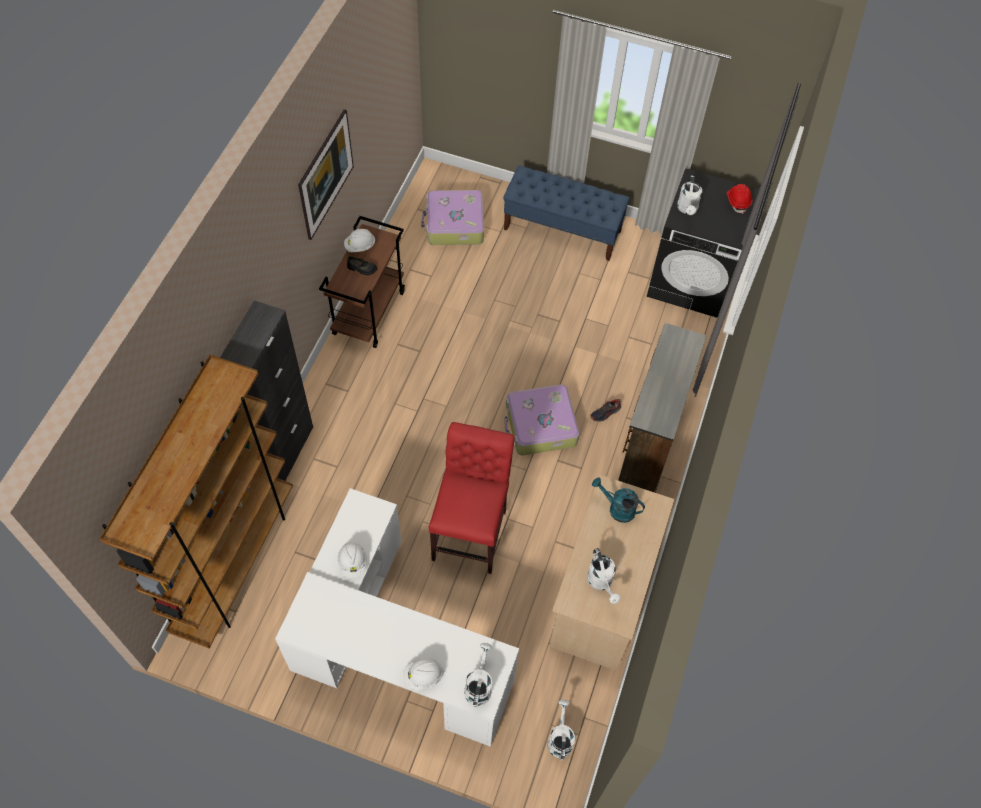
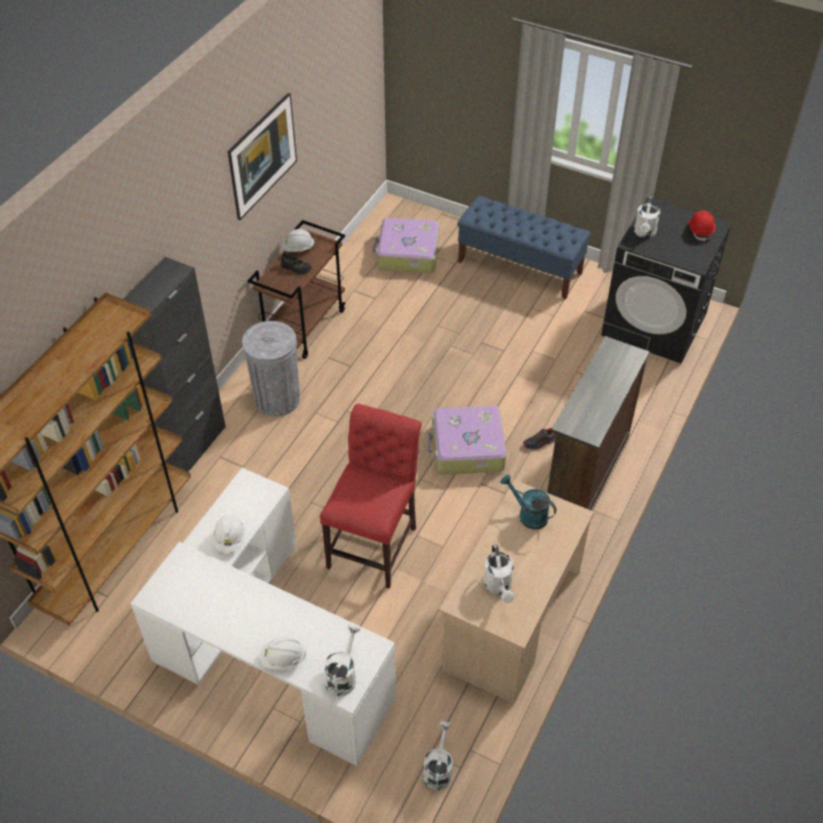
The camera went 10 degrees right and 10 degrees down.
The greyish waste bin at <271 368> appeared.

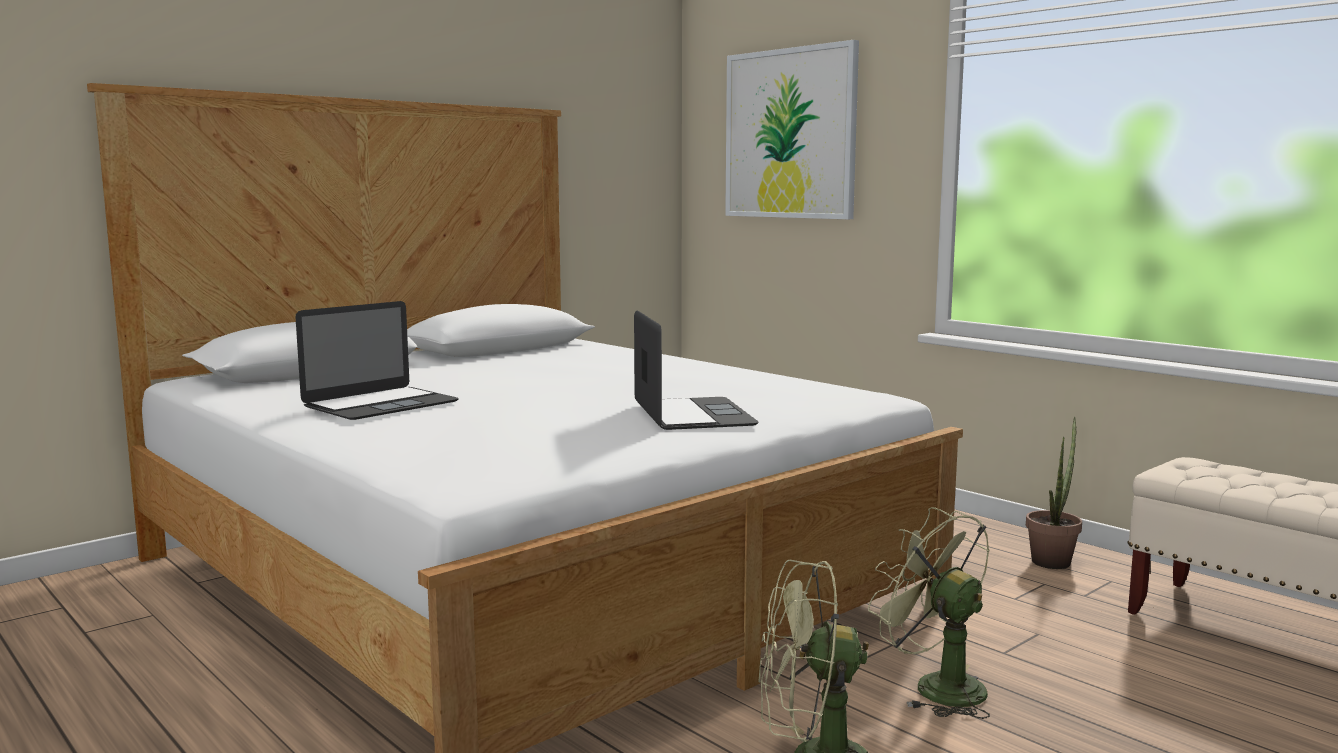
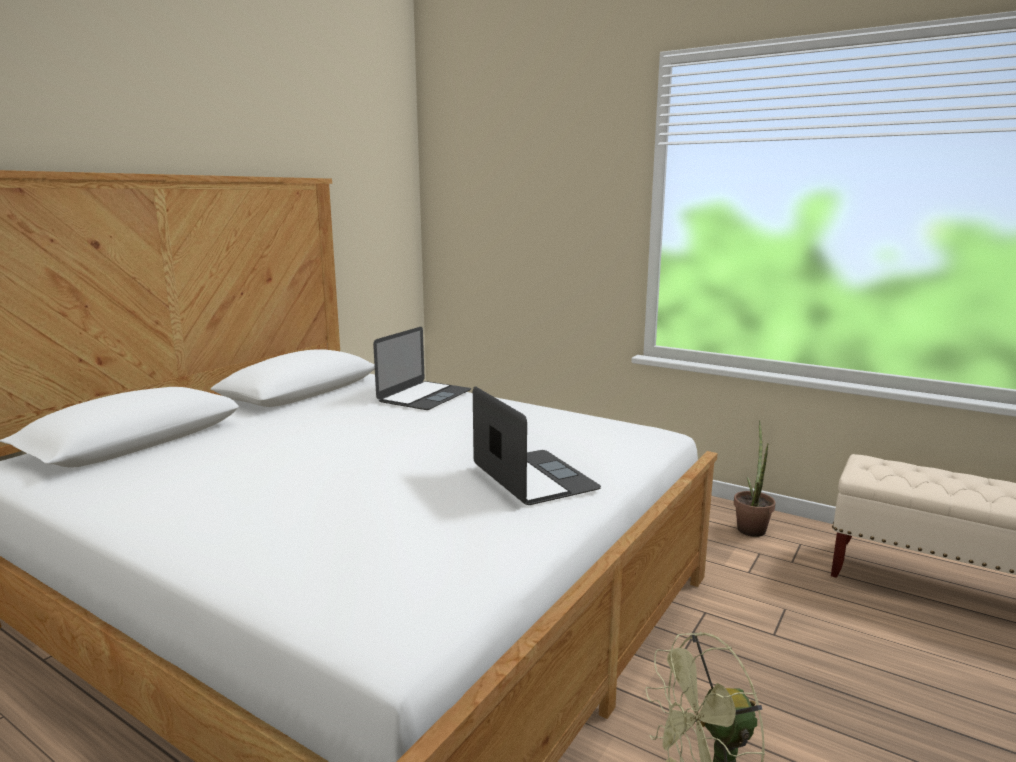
The camera went 15 degrees left and 5 degrees up.
The wall picture at <792 129> disappeared.
The portable computer moved from <377 360> to <422 368>.
The greenish electric fan at <929 613> disappeared.

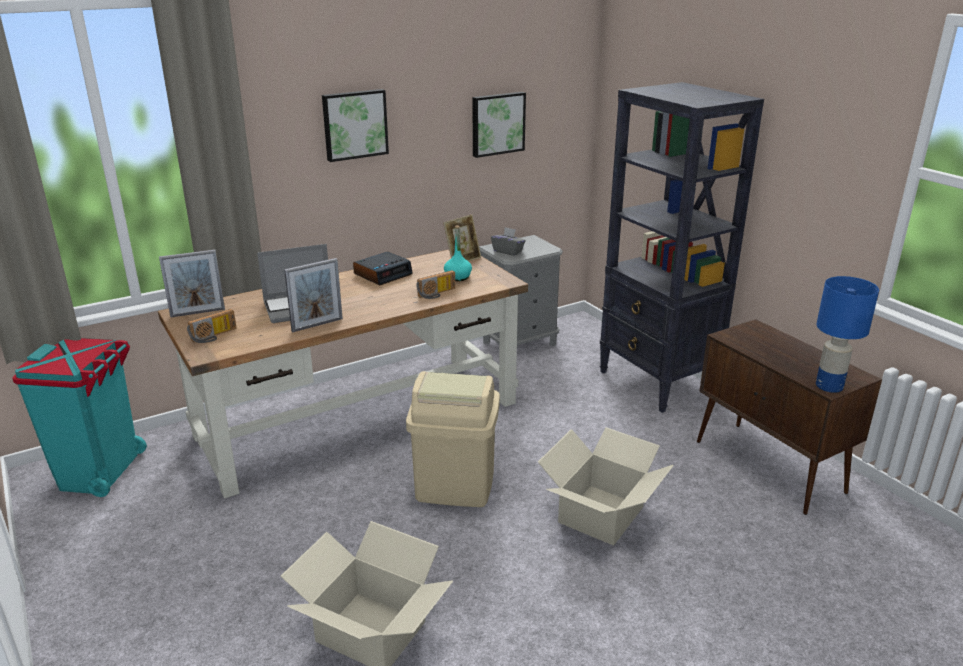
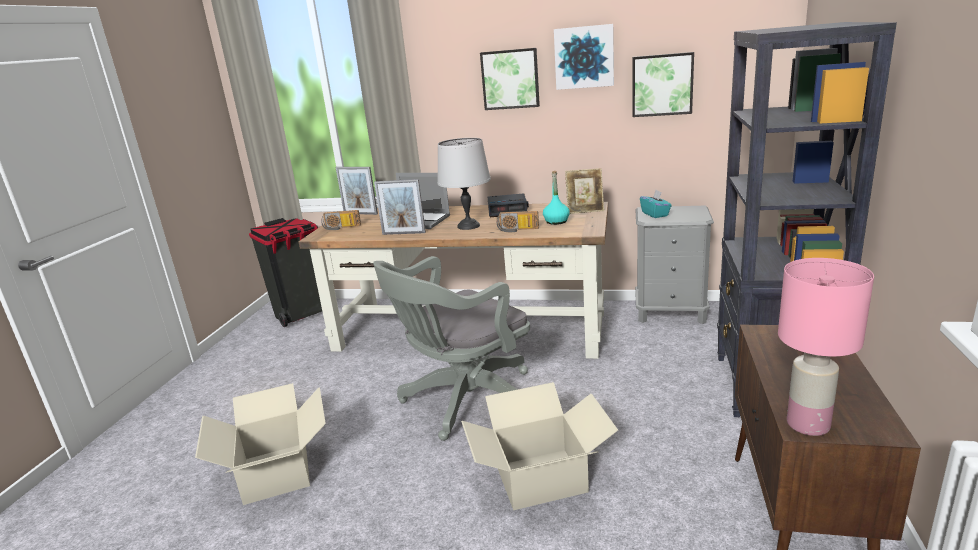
The camera went 45 degrees right and 5 degrees down.
The greyish tissue box at <508 241> became the turquoise tissue box at <656 204>.
The blue-coloured table lamp at <847 334> became the pinkish table lamp at <826 347>.
The turquoise waste bin at <79 417> became the black-coloured waste bin at <285 272>.
The beige-coloured waste bin at <453 439> was replaced by the greyish desk chair at <451 348>.
The wall picture at <584 57> appeared.
The greyish table lamp at <464 184> appeared.

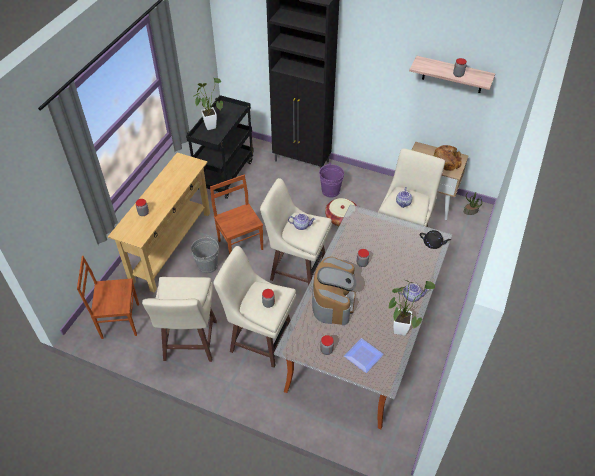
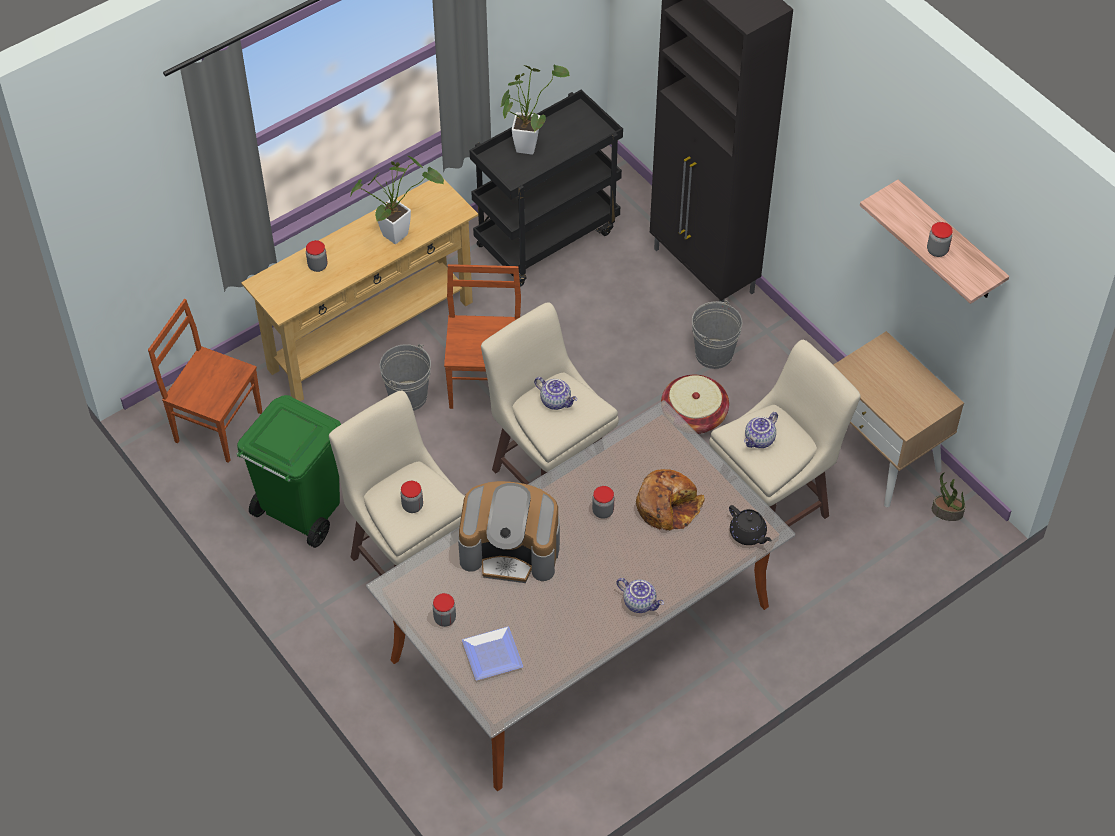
The camera went 30 degrees right and 5 degrees up.
The baked bread moved from <448 158> to <670 500>.
The purple-coloured bucket at <331 180> became the greyish bucket at <717 334>.
The coffee brewer at <334 291> turned 60 degrees clockwise.
The beige-coloured stool seat at <179 319> was replaced by the greenish waste bin at <289 471>.
The houseplant moved from <412 308> to <397 200>.

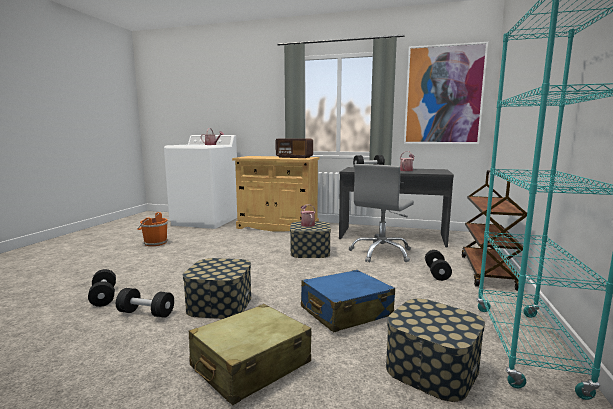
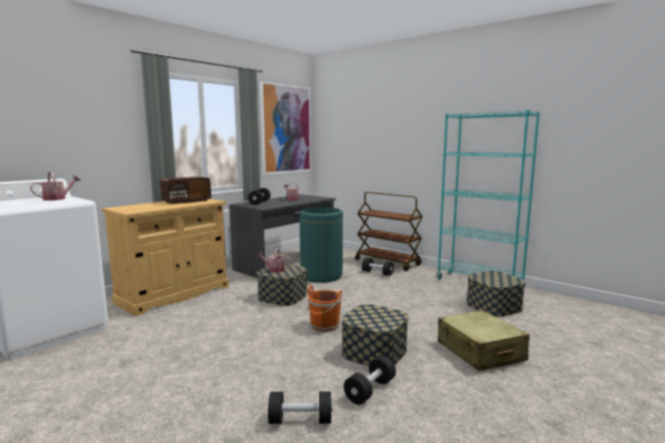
The camera went 65 degrees left and 0 degrees up.
The greyish desk chair at <381 213> was replaced by the greenish waste bin at <321 245>.
The orange-coloured bucket moved from <152 229> to <323 309>.
The blue-coloured travel case at <348 301> disappeared.

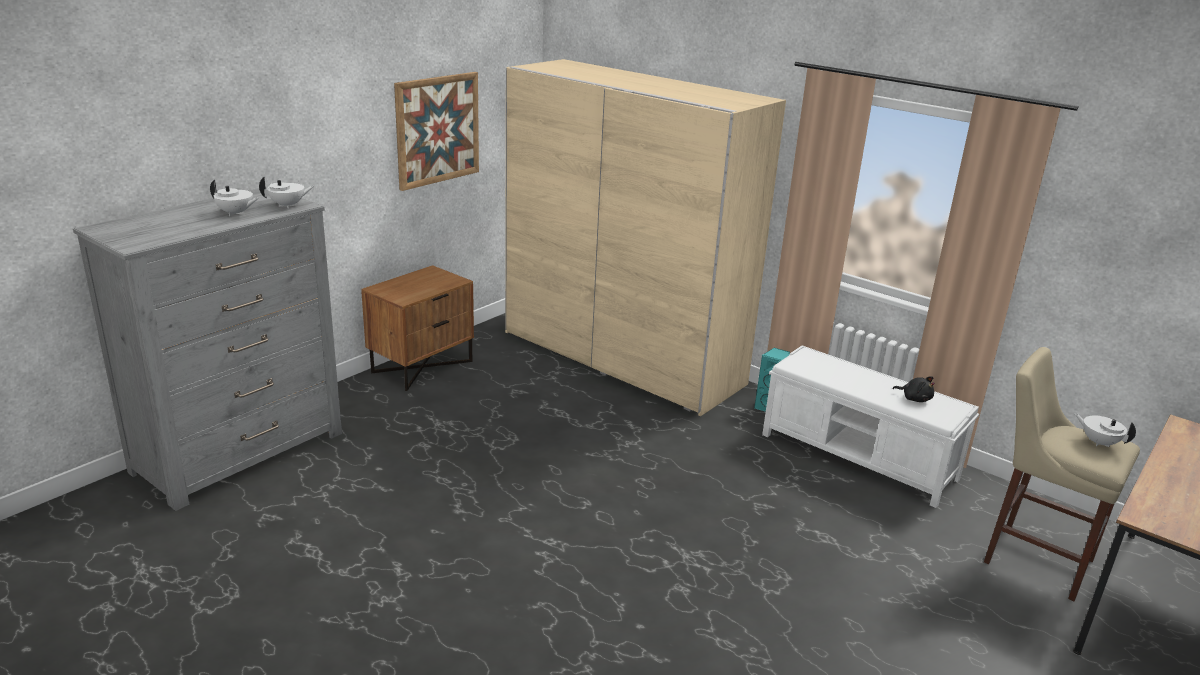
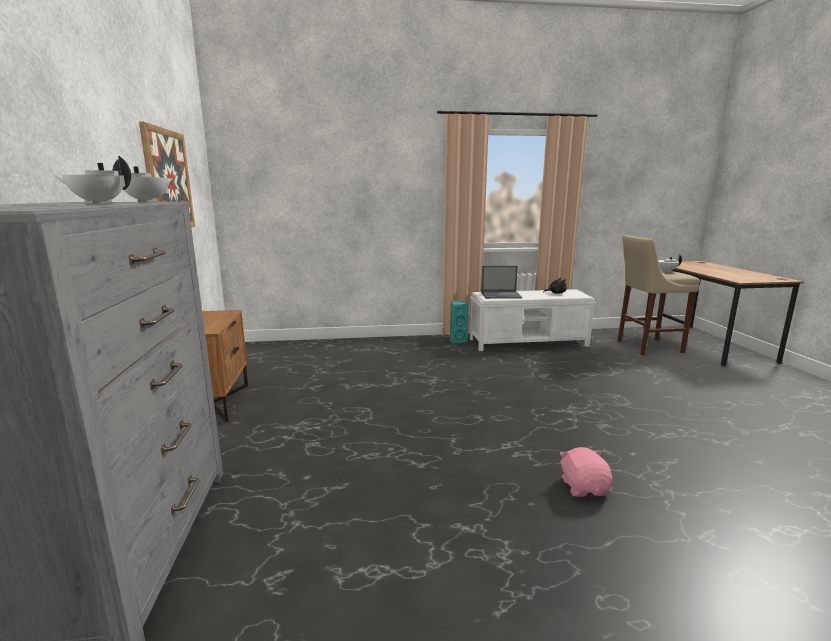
The camera went 45 degrees left and 10 degrees down.
The beige-coloured armoire at <645 237> disappeared.
The whitish pot for tea at <234 198> turned 150 degrees counterclockwise.
The portable computer at <501 282> appeared.
The pinkish cuddly toy at <585 472> appeared.

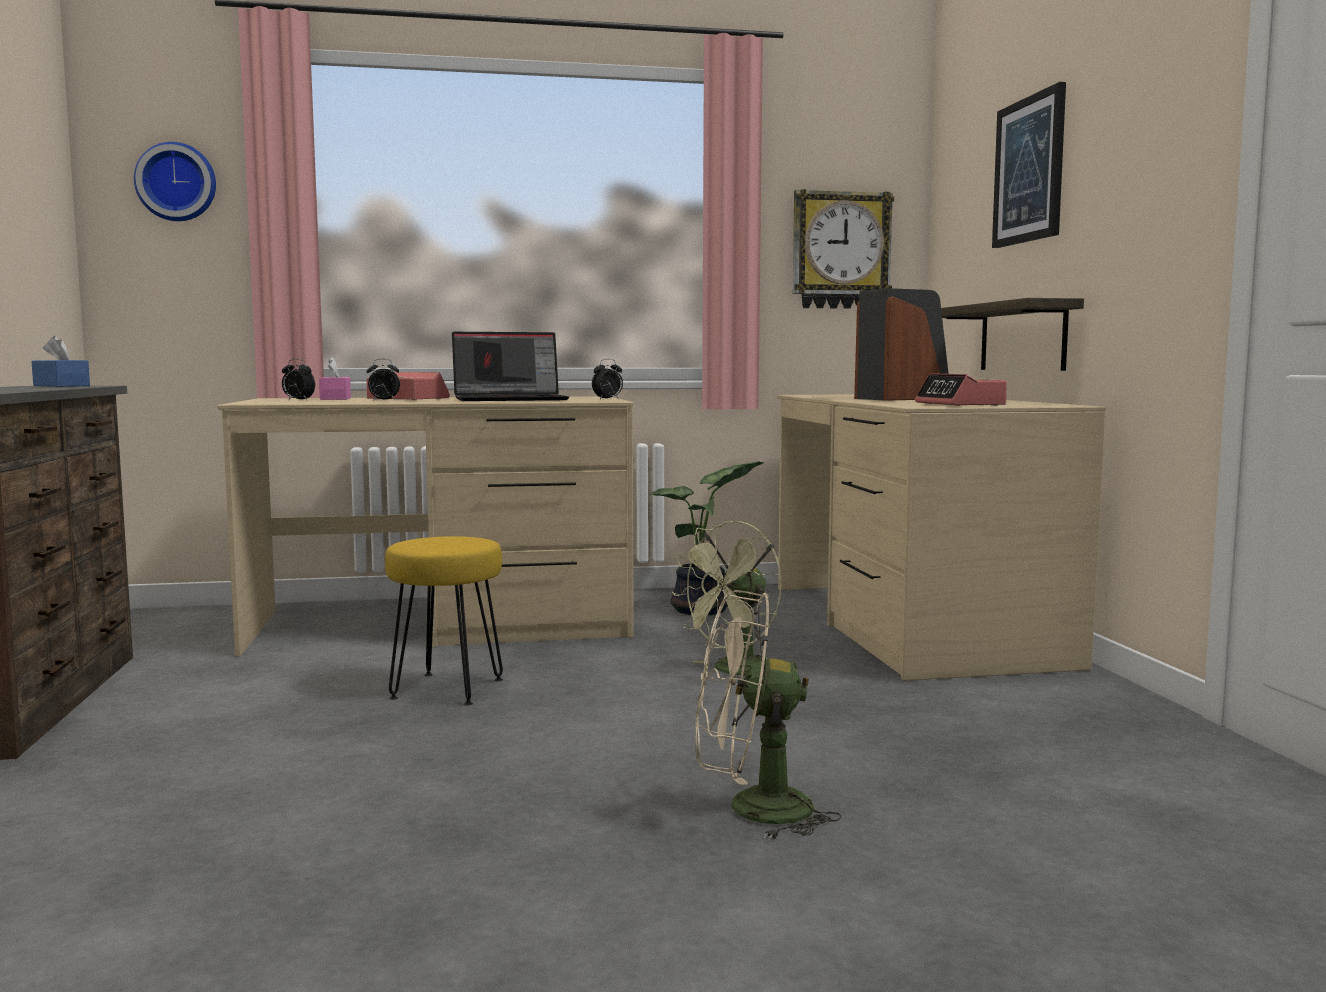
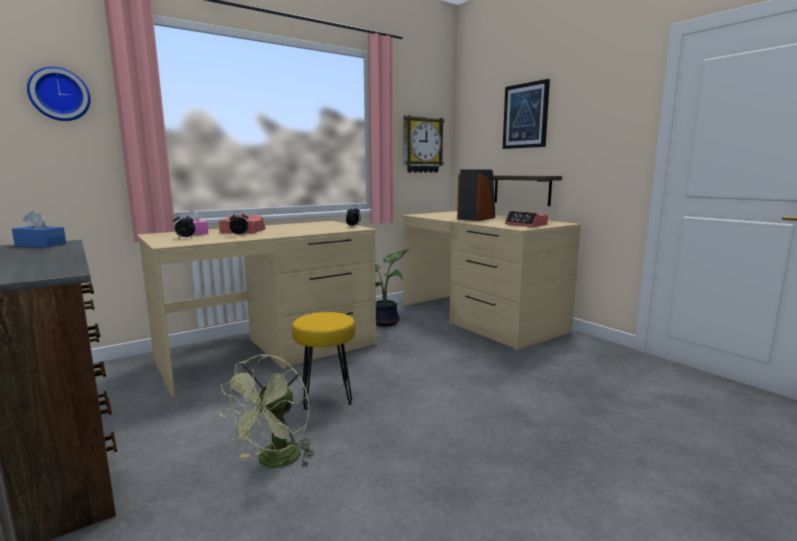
The camera went 25 degrees left and 5 degrees up.
The portable computer at <510 366> disappeared.
The greenish electric fan moved from <726 597> to <267 411>.
The beige-coloured electric fan at <768 715> disappeared.

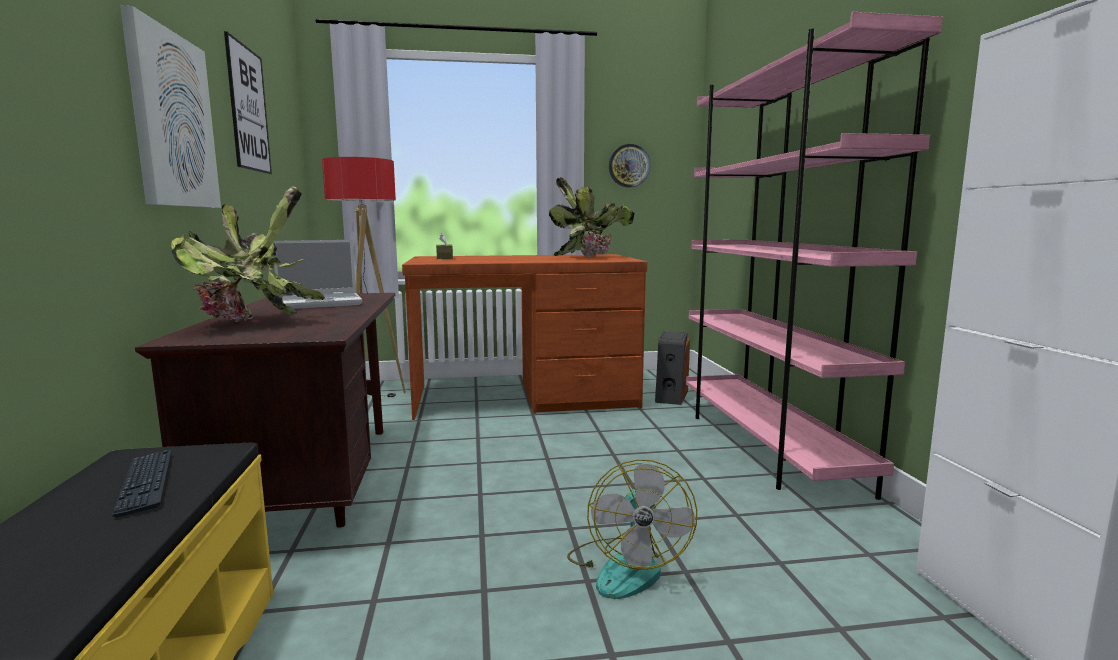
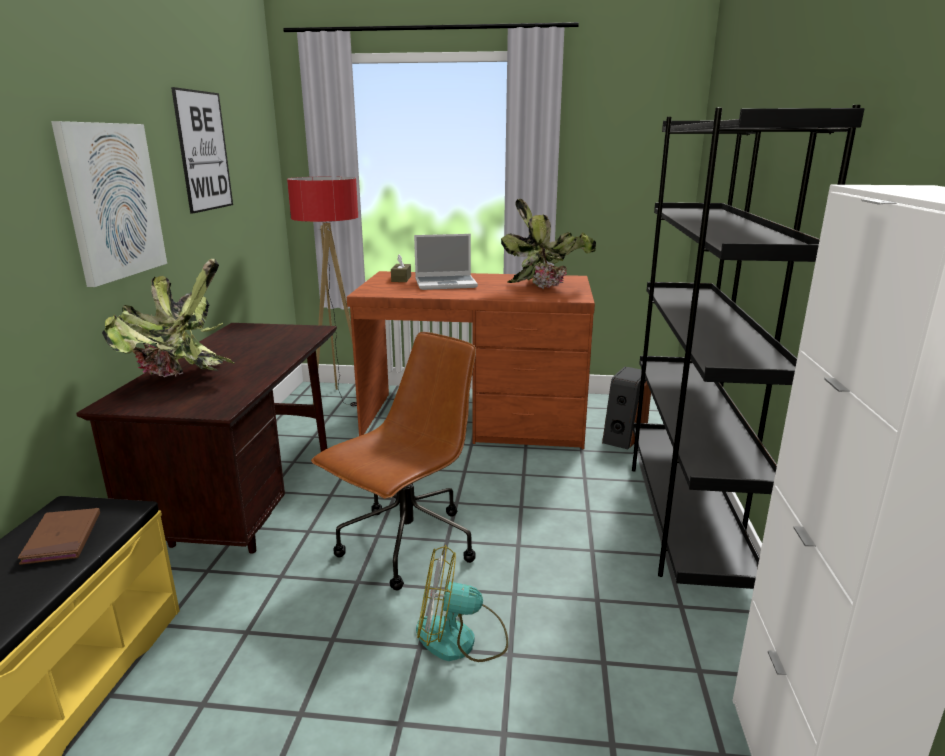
The camera went 15 degrees right and 10 degrees up.
The pinkish shelving unit at <814 256> became the black-coloured shelving unit at <748 347>.
The clock on the wall at <629 166> disappeared.
The portable computer moved from <318 274> to <446 262>.
The computer keyboard at <142 484> was replaced by the brown book at <59 536>.
The electric fan at <632 529> turned 75 degrees clockwise.
The brown desk chair at <393 461> appeared.

